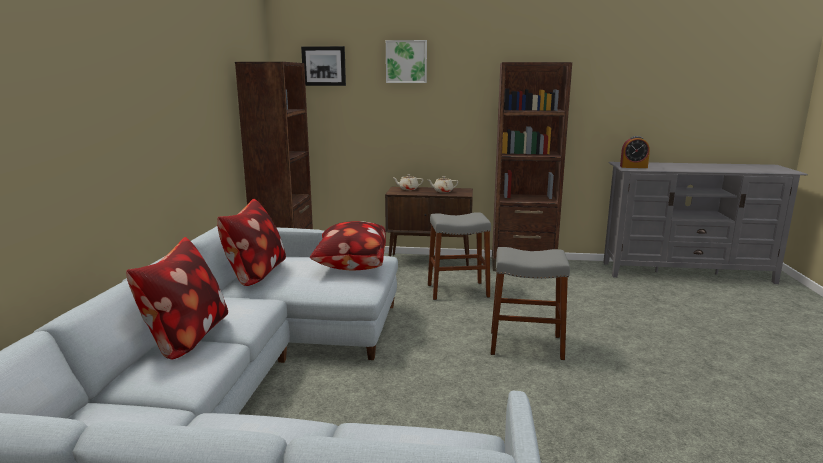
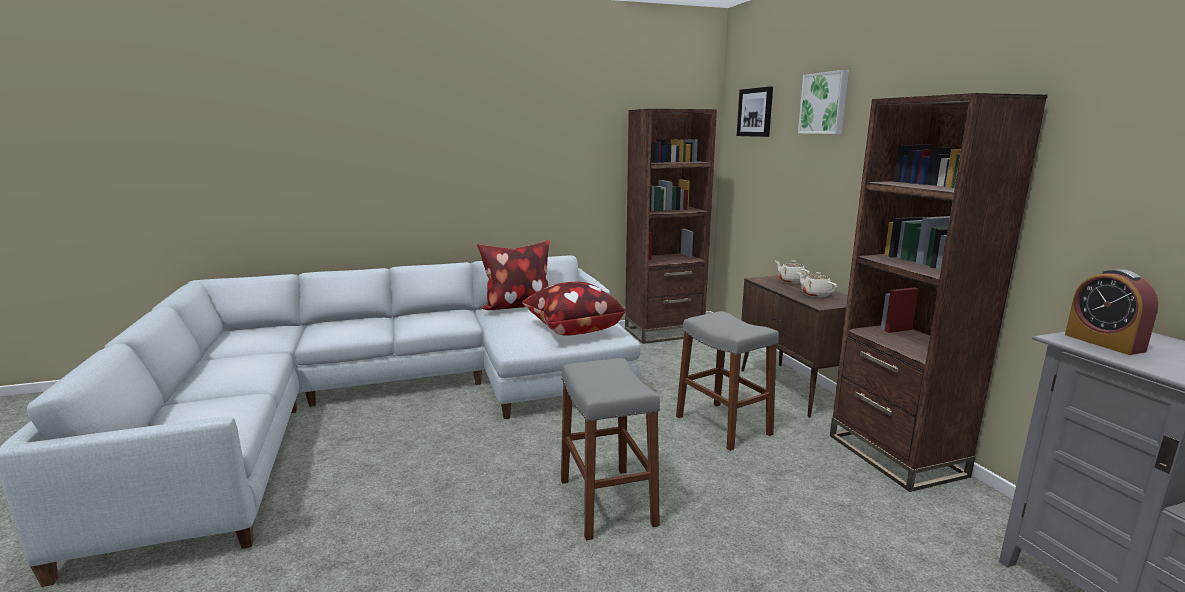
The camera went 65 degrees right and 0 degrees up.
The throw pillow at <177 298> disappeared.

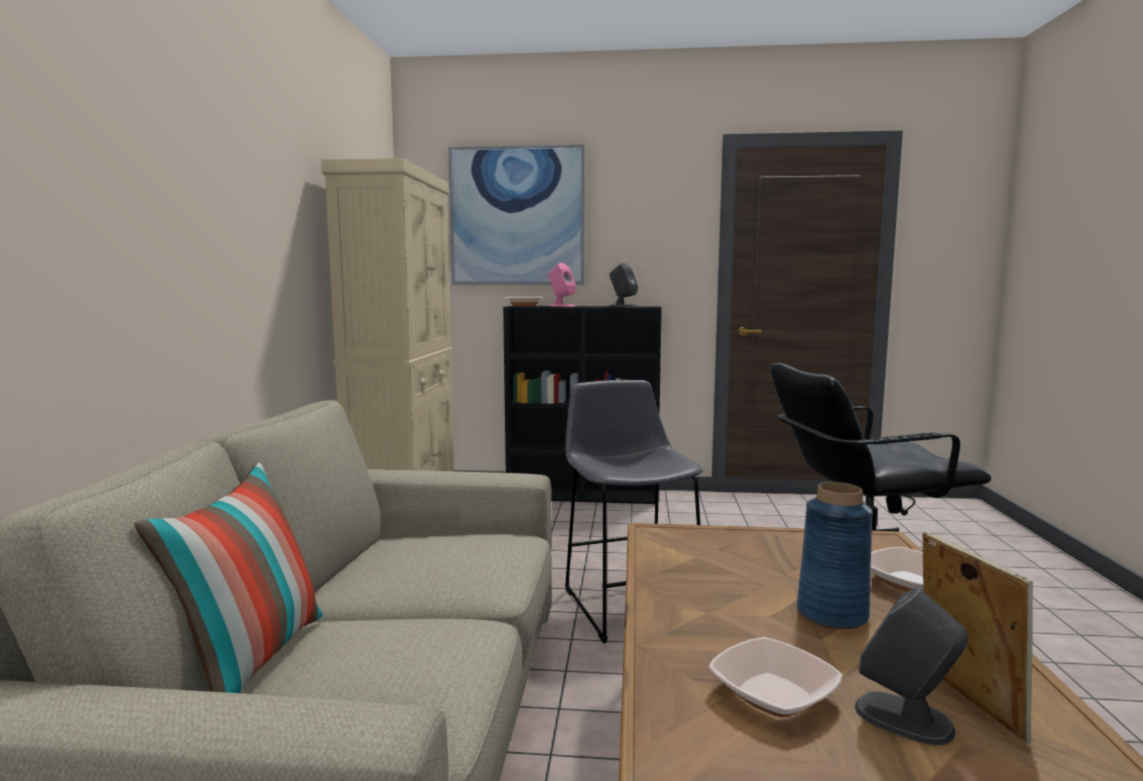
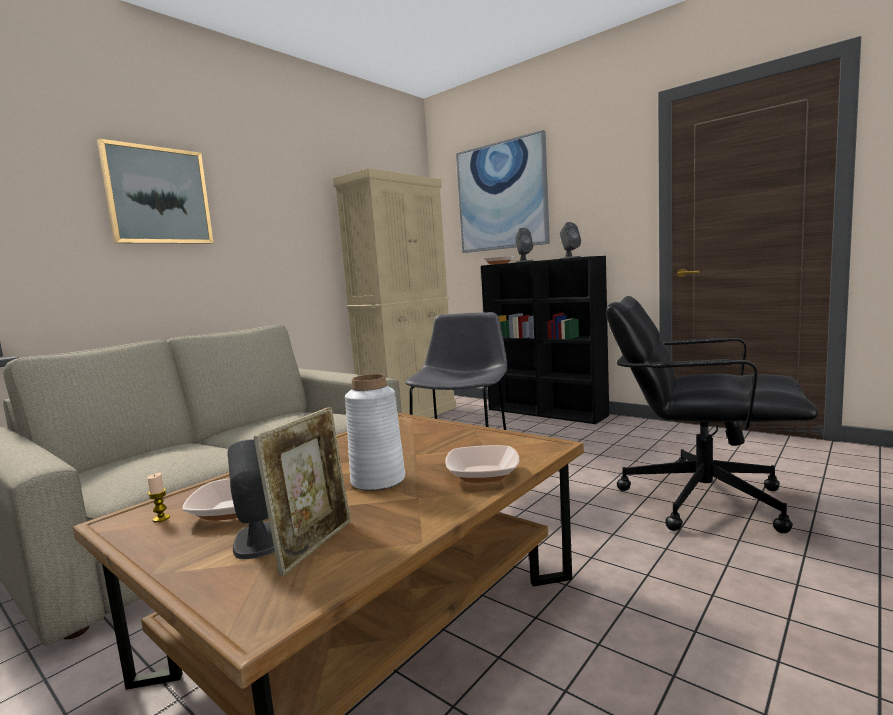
The camera went 35 degrees right and 0 degrees up.
The pinkish loudspeaker at <562 285> became the greyish loudspeaker at <524 245>.
The throw pillow at <229 578> disappeared.
The blue-coloured vase at <835 555> became the whitish vase at <375 432>.
The wall picture at <155 191> appeared.
The wax light at <158 497> appeared.

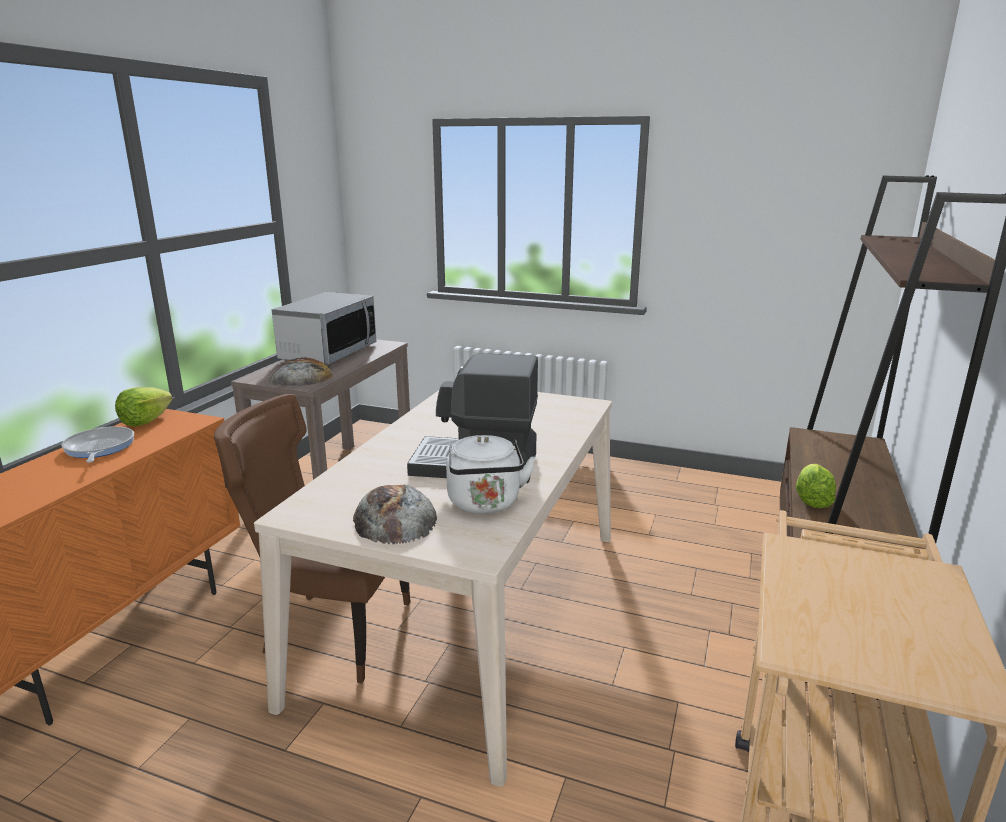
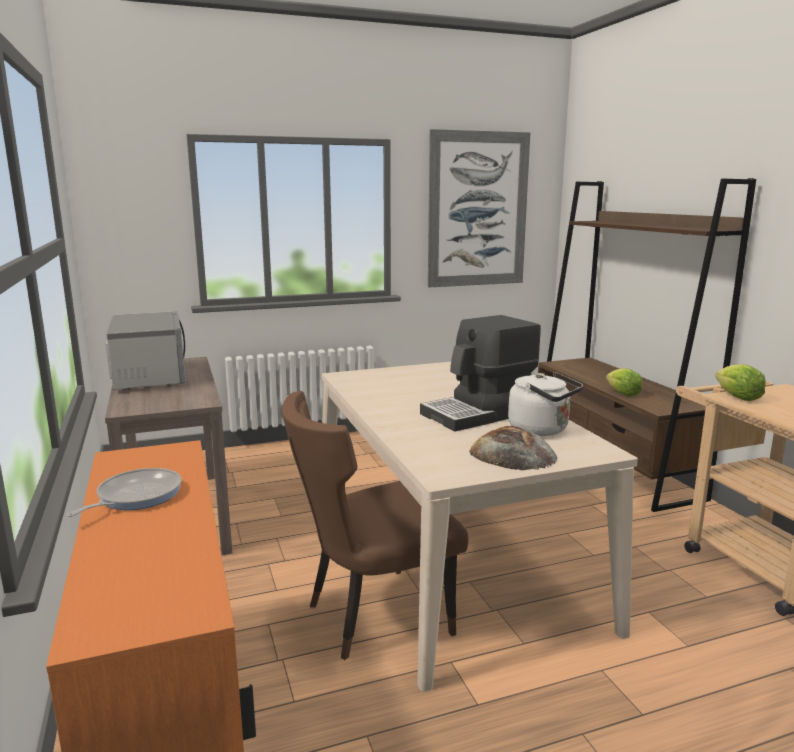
The camera went 40 degrees left and 5 degrees down.
The baked bread at <301 372> disappeared.
The lettuce moved from <144 406> to <740 382>.
The skillet at <97 444> turned 90 degrees clockwise.
The wall picture at <479 208> appeared.

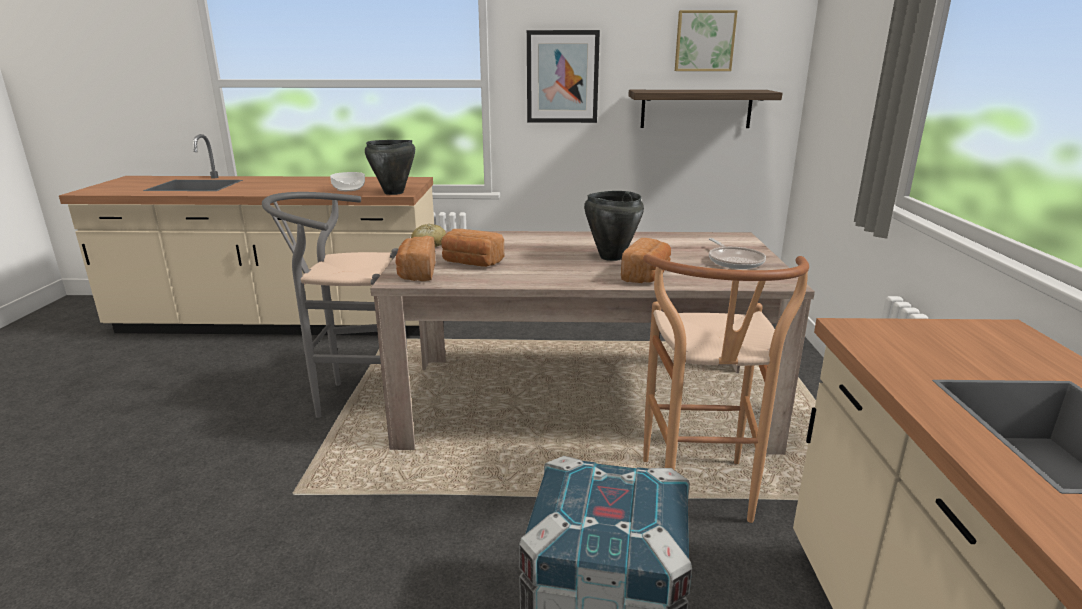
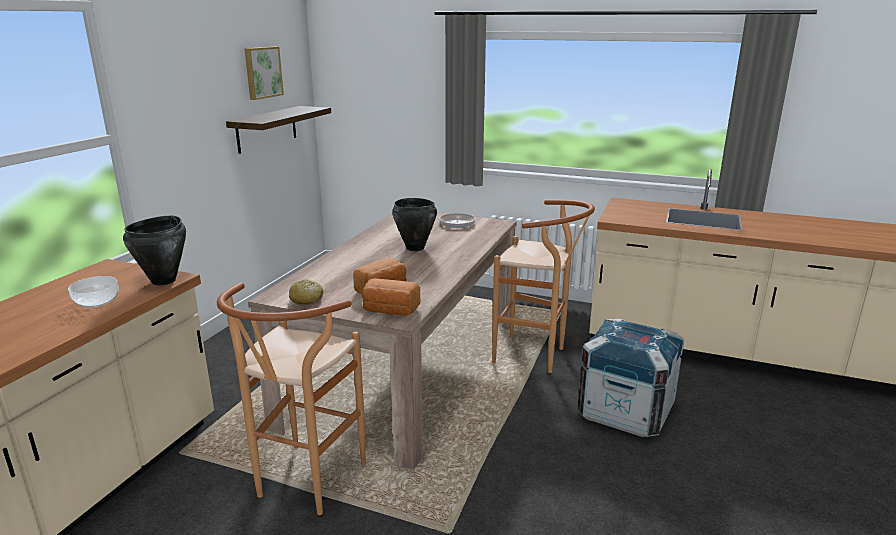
The camera went 70 degrees left and 0 degrees up.
The wall picture at <563 76> disappeared.
The greyish stool seat at <334 305> became the brown stool seat at <291 398>.
The baked bread at <646 260> disappeared.

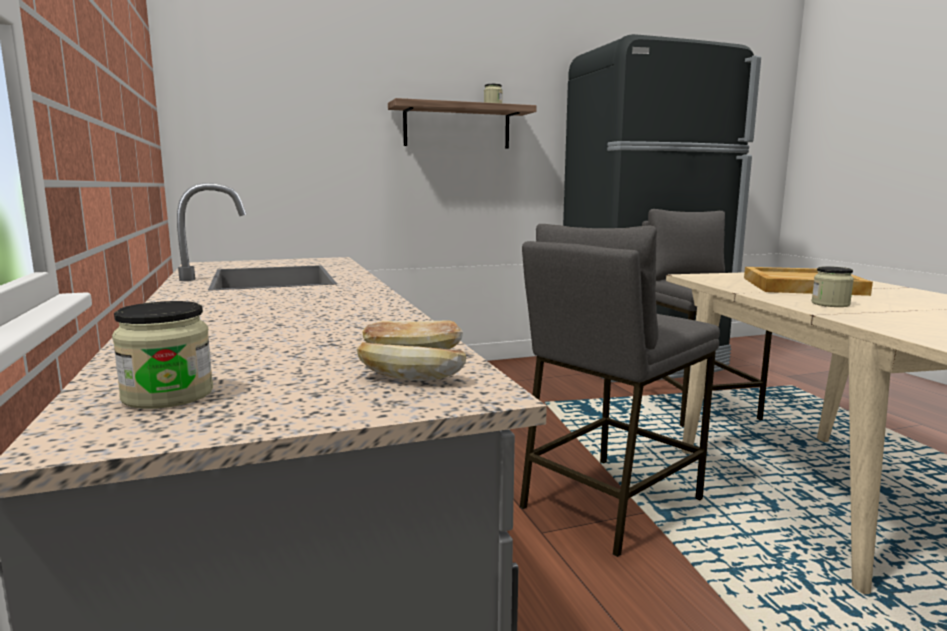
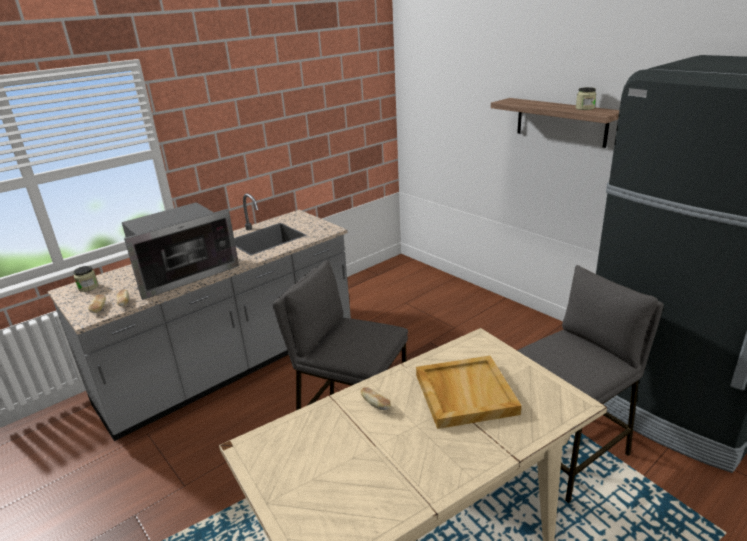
The camera went 70 degrees right and 15 degrees up.
The jar at <832 286> was replaced by the baked bread at <376 398>.
The kitchen microwave at <180 251> appeared.

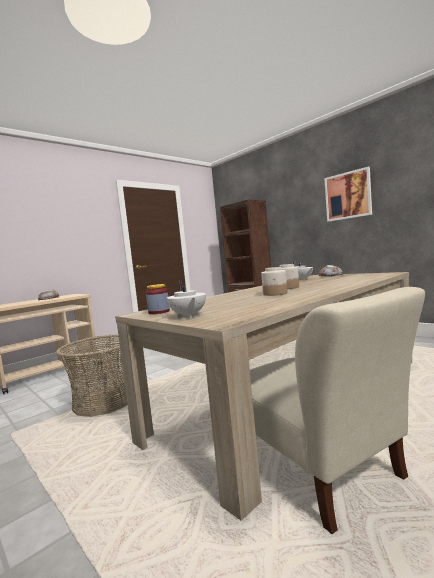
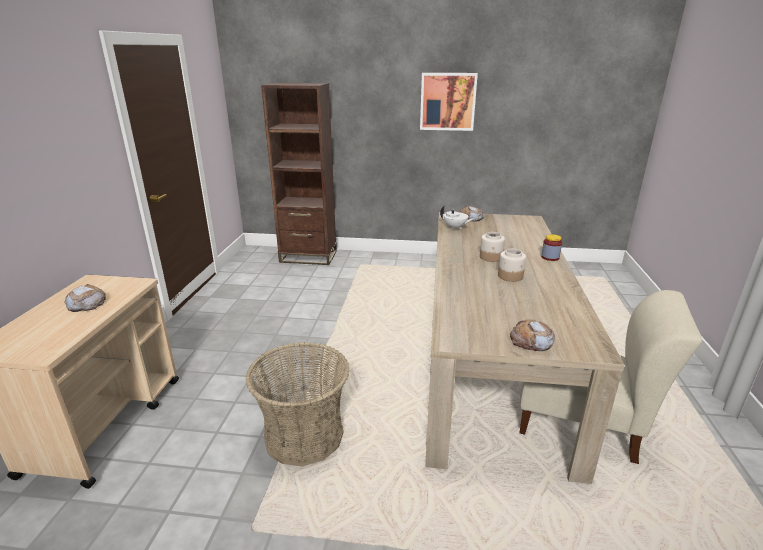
The camera went 40 degrees left and 20 degrees up.
The whitish pot for tea at <186 299> was replaced by the baked bread at <532 335>.
The jar moved from <158 299> to <551 247>.

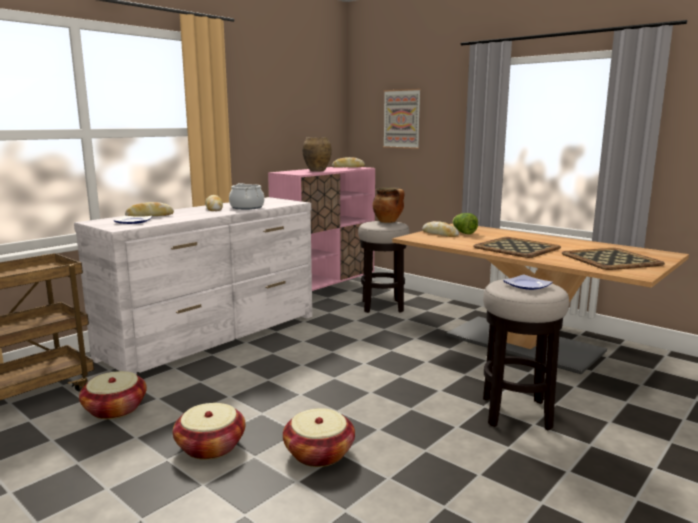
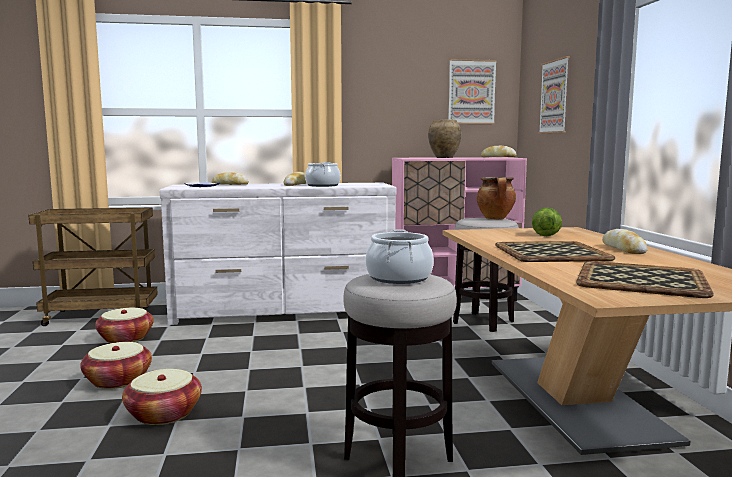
The camera went 40 degrees right and 5 degrees down.
The baked bread moved from <440 229> to <625 241>.
The flat dish at <528 282> was replaced by the stockpot at <399 257>.
The wall picture at <472 91> appeared.

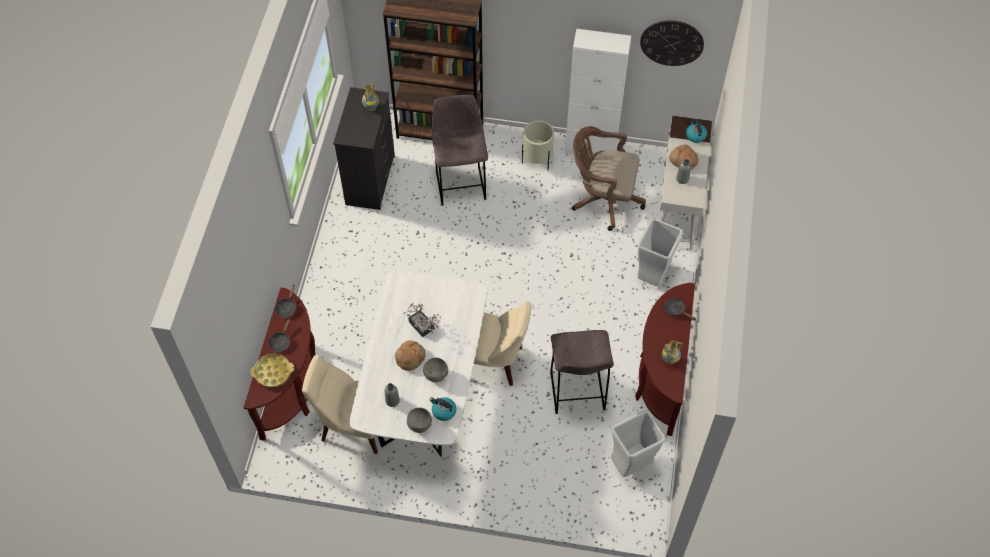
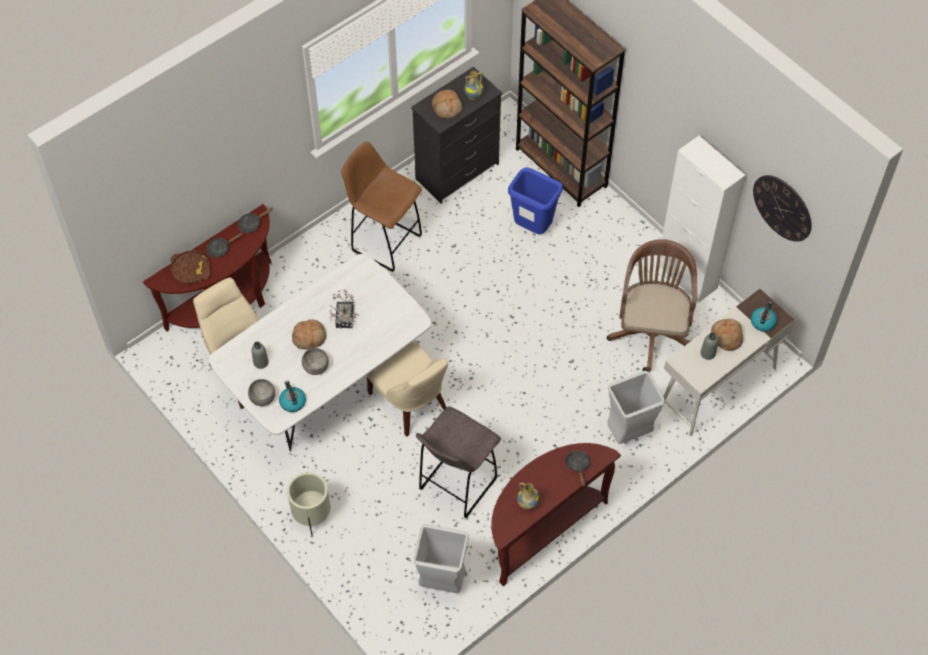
The camera went 40 degrees right and 0 degrees up.
The greyish stool seat at <459 150> was replaced by the blue-coloured waste bin at <535 201>.
The beige-coloured flower pot moved from <538 145> to <308 503>.
The brown desk chair at <609 178> turned 45 degrees clockwise.
The yellowish tray at <272 371> became the brown tray at <190 267>.
The baked bread at <447 104> appeared.
The brown stool seat at <381 206> appeared.

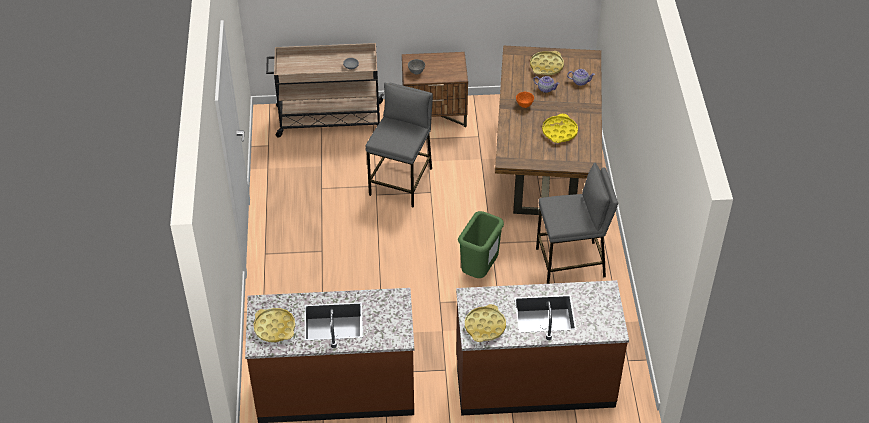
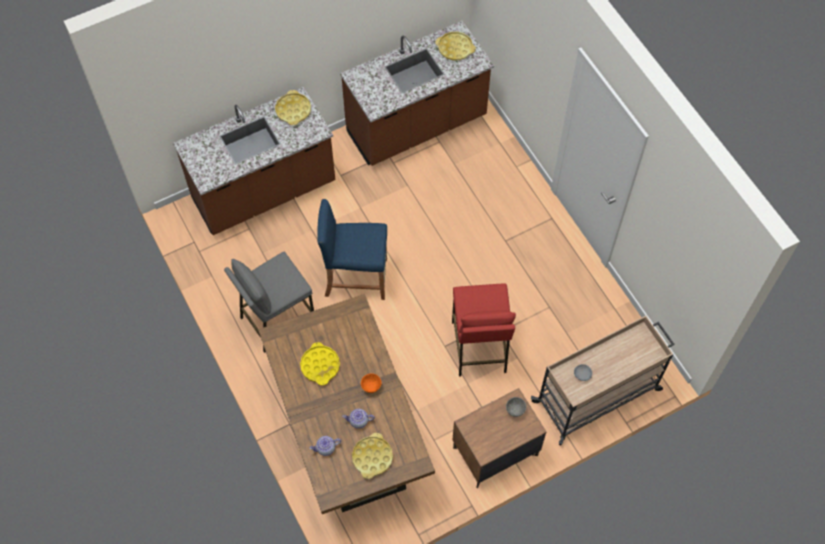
The camera went 155 degrees right and 15 degrees up.
The greyish stool seat at <399 144> became the reddish stool seat at <484 329>.
The greenish waste bin at <481 244> was replaced by the blue-coloured stool seat at <352 249>.

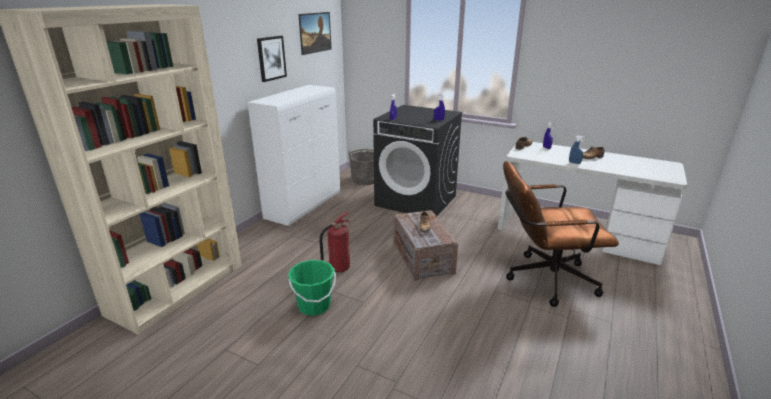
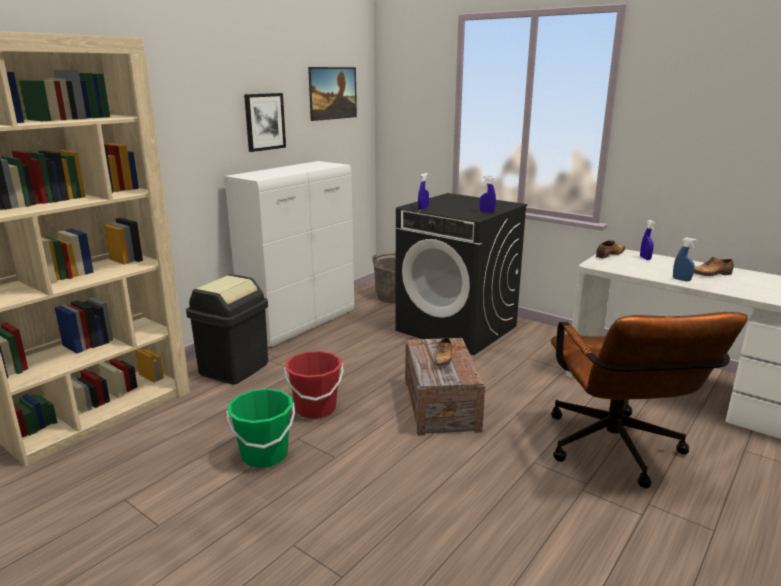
The camera went 10 degrees right and 5 degrees down.
The brown desk chair at <561 234> turned 105 degrees counterclockwise.
The fire extinguisher at <335 242> was replaced by the reddish bucket at <314 385>.
The black-coloured waste bin at <227 329> appeared.

